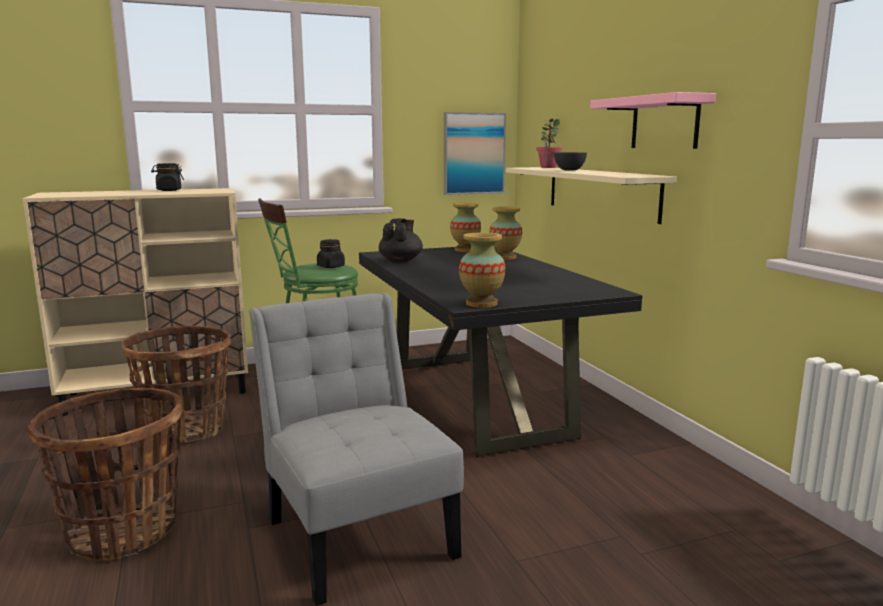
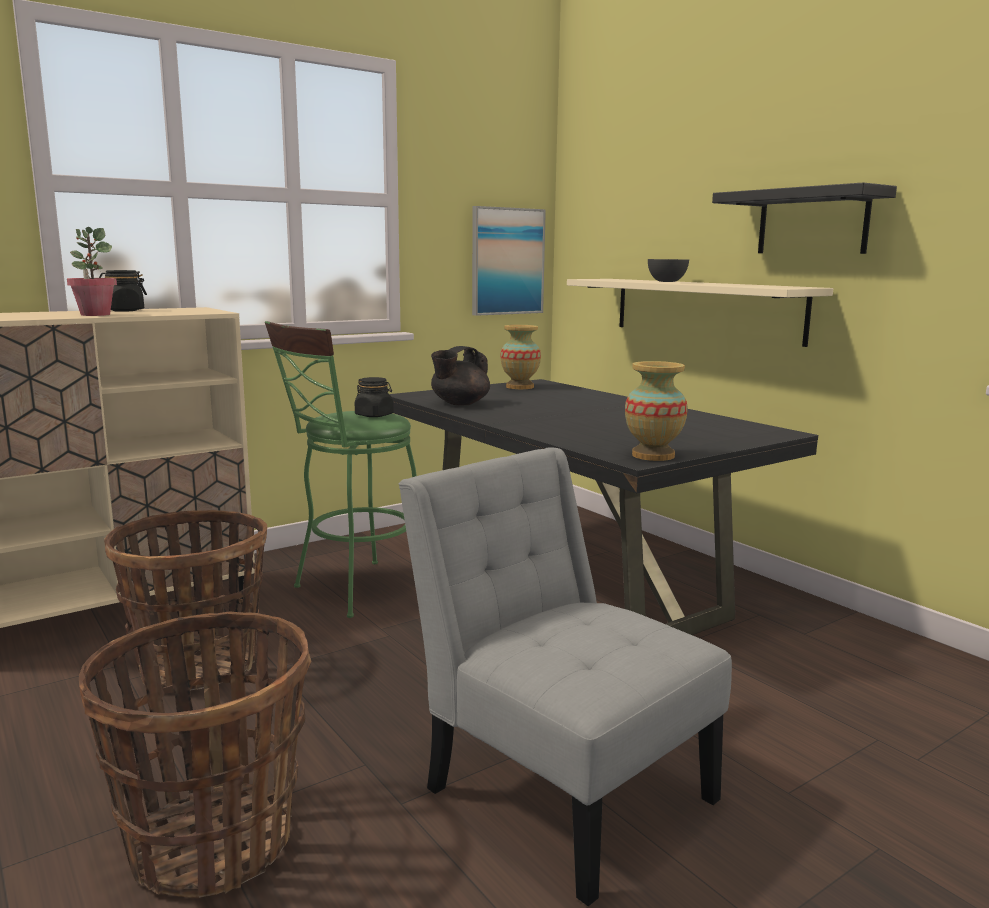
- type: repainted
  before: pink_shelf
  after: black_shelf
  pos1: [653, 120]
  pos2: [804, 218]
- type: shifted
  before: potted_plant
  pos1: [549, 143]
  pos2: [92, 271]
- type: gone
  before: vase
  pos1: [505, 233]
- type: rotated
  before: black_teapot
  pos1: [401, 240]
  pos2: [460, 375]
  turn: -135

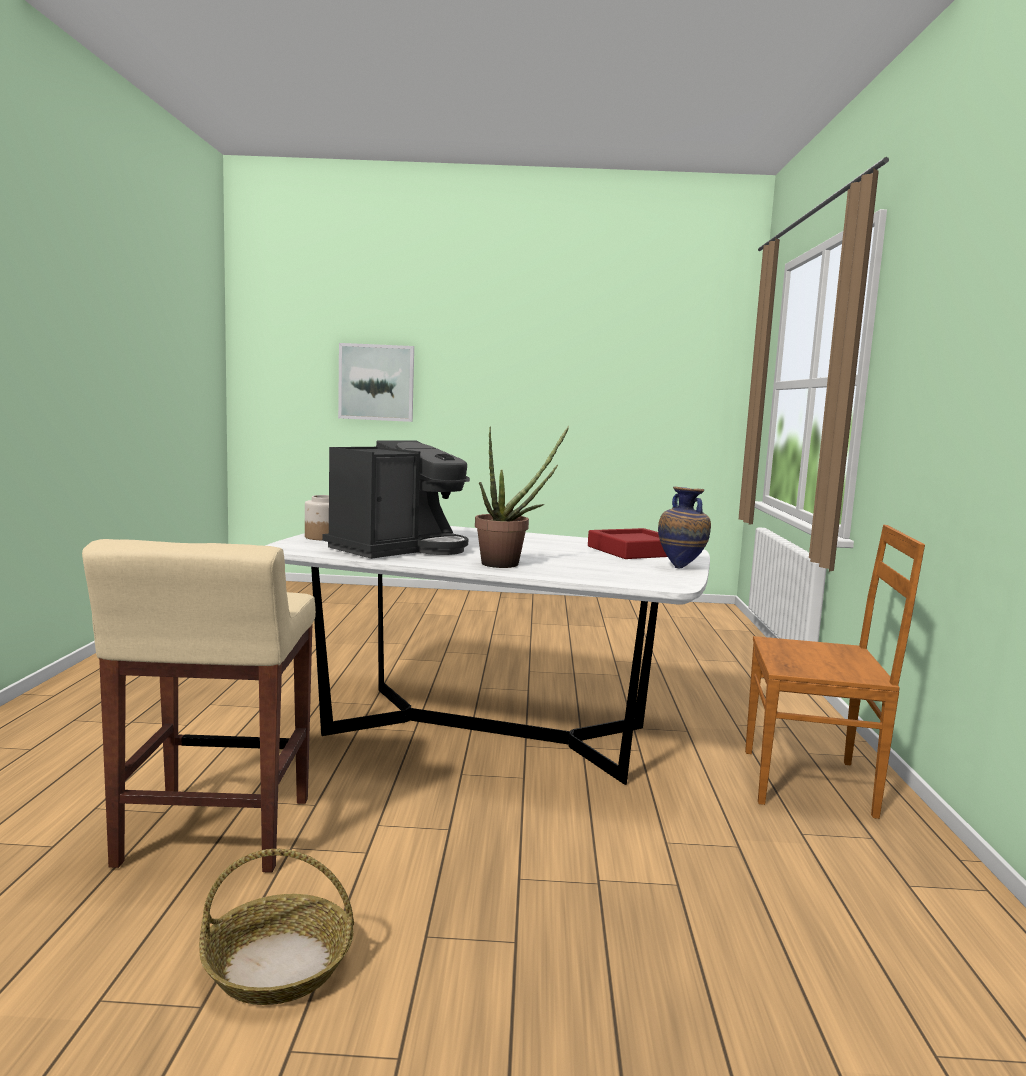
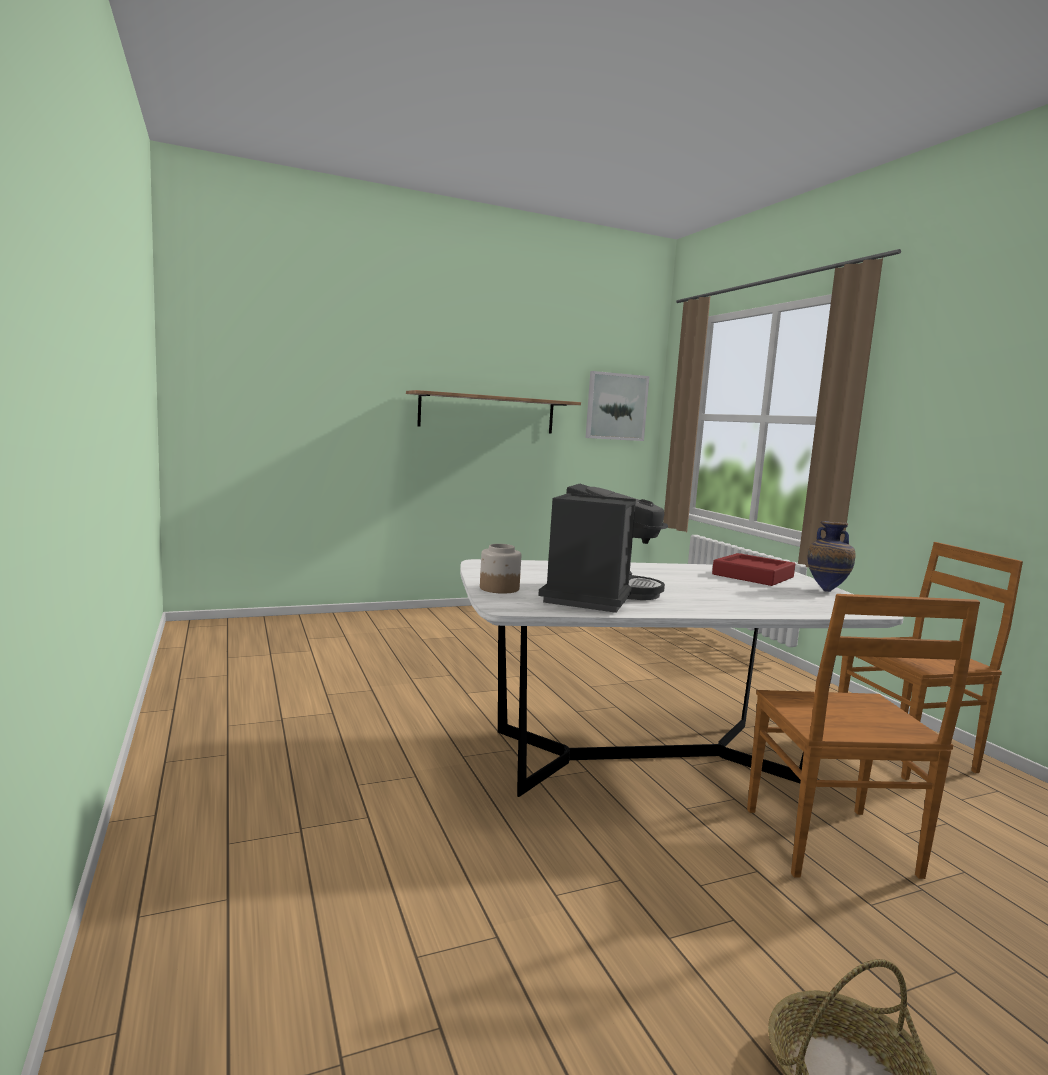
- type: shifted
  before: picture
  pos1: [376, 382]
  pos2: [617, 406]
- type: gone
  before: potted_plant
  pos1: [522, 497]
- type: gone
  before: beige_stool
  pos1: [199, 706]
- type: new
  after: shelf
  pos2: [493, 412]
- type: new
  after: brown_chair
  pos2: [863, 736]

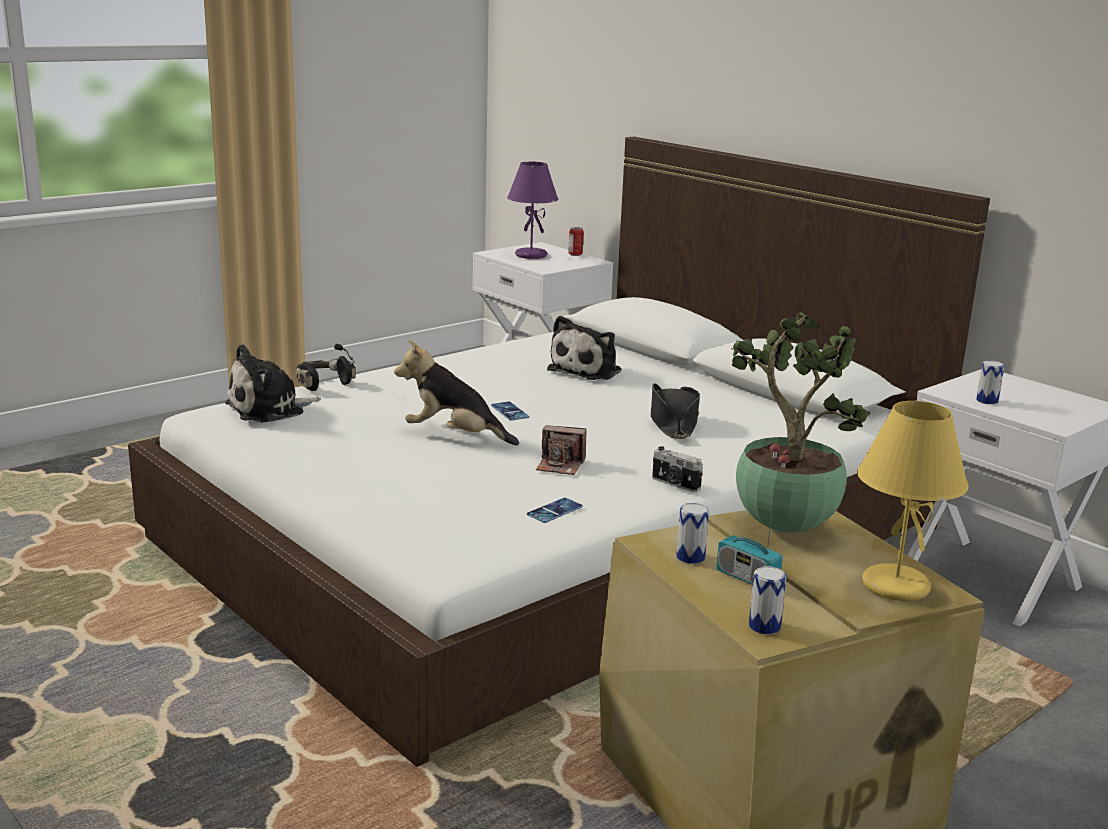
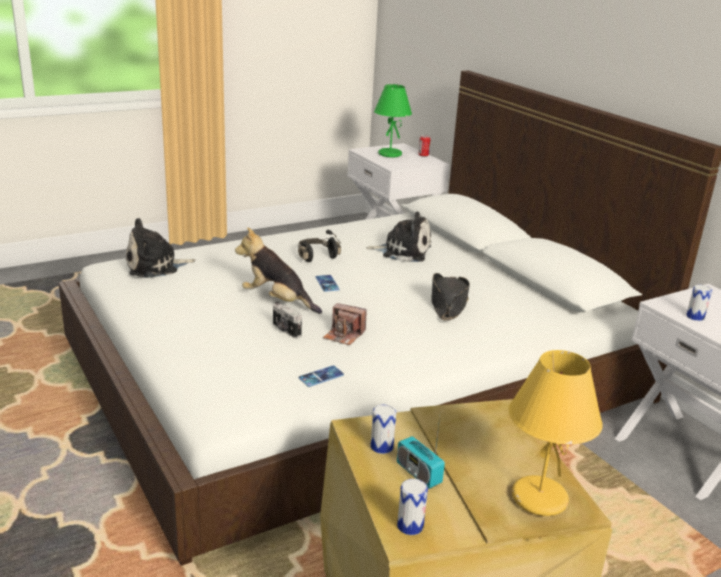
- type: repainted
  before: purple_table_lamp
  after: green_table_lamp
  pos1: [532, 210]
  pos2: [393, 120]
- type: gone
  before: potted_plant
  pos1: [800, 422]
- type: rotated
  before: plush_toy
  pos1: [584, 348]
  pos2: [398, 236]
  turn: -120
- type: shifted
  before: black_headphones
  pos1: [326, 367]
  pos2: [319, 246]
- type: shifted
  before: photo_camera
  pos1: [677, 469]
  pos2: [287, 320]

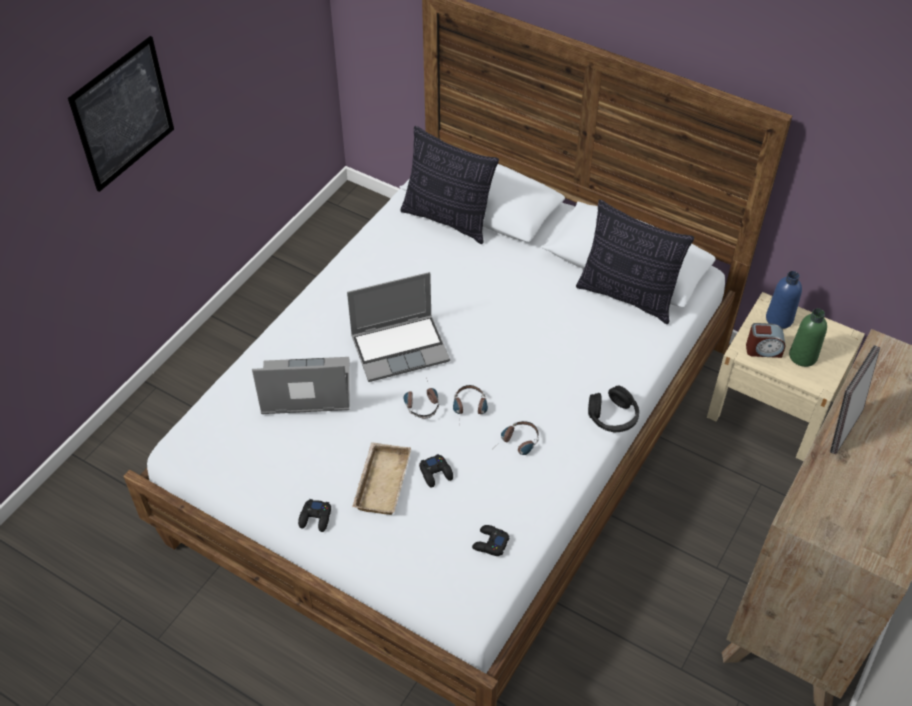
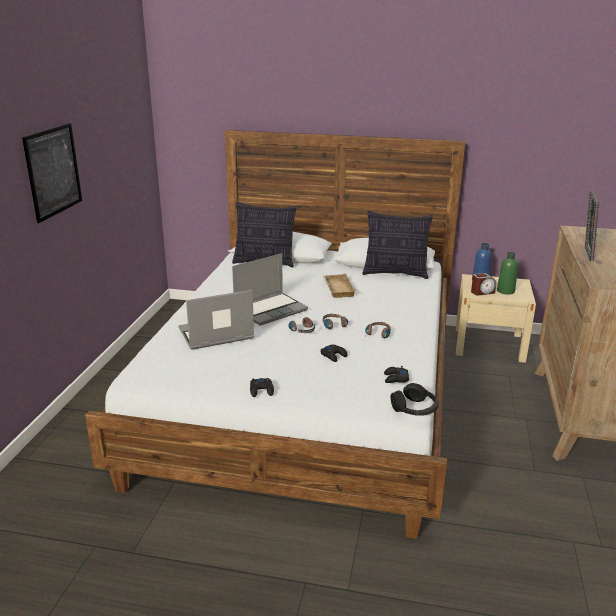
- type: shifted
  before: black_headphones
  pos1: [613, 409]
  pos2: [415, 399]
- type: shifted
  before: beige_tray
  pos1: [381, 478]
  pos2: [340, 286]

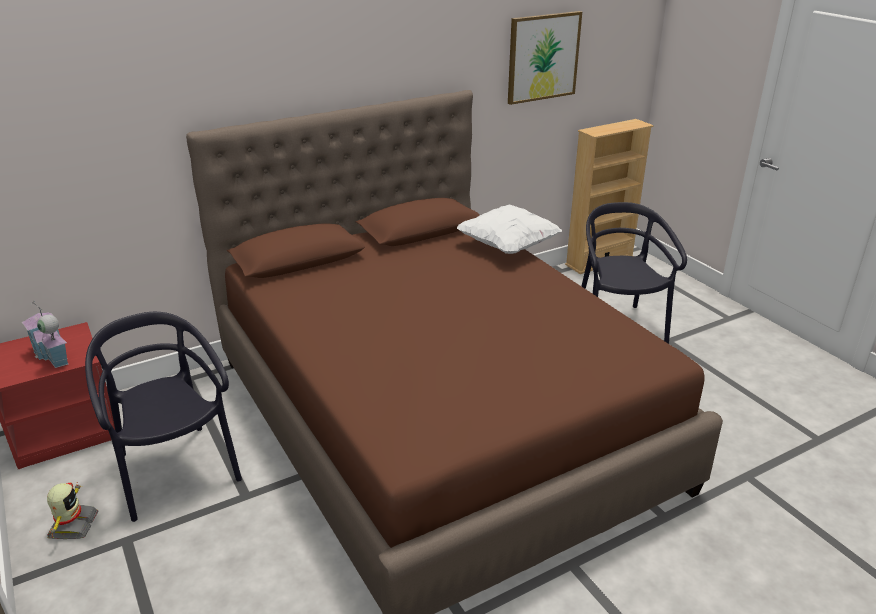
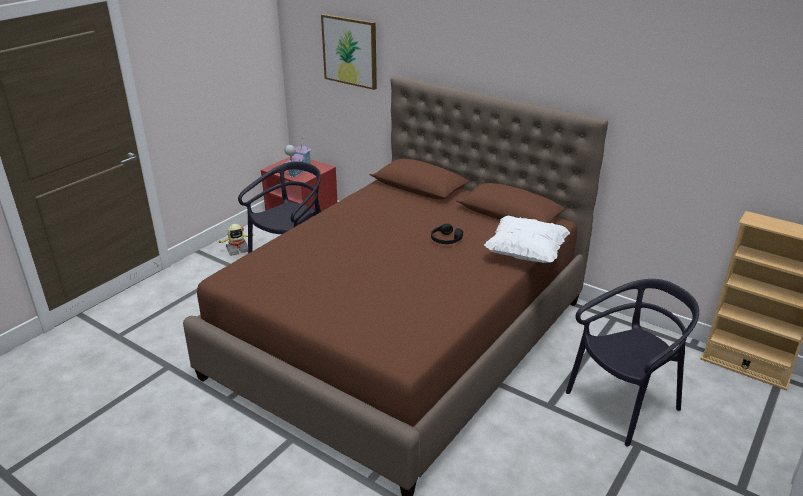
- type: shifted
  before: picture
  pos1: [545, 58]
  pos2: [349, 52]
- type: new
  after: black_headphones
  pos2: [447, 234]

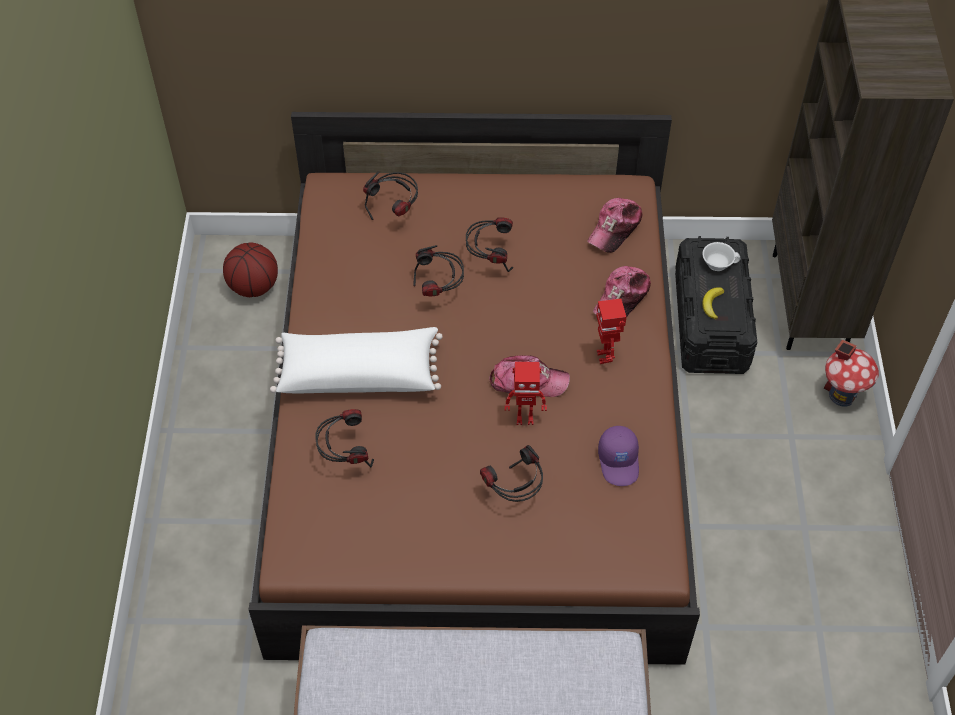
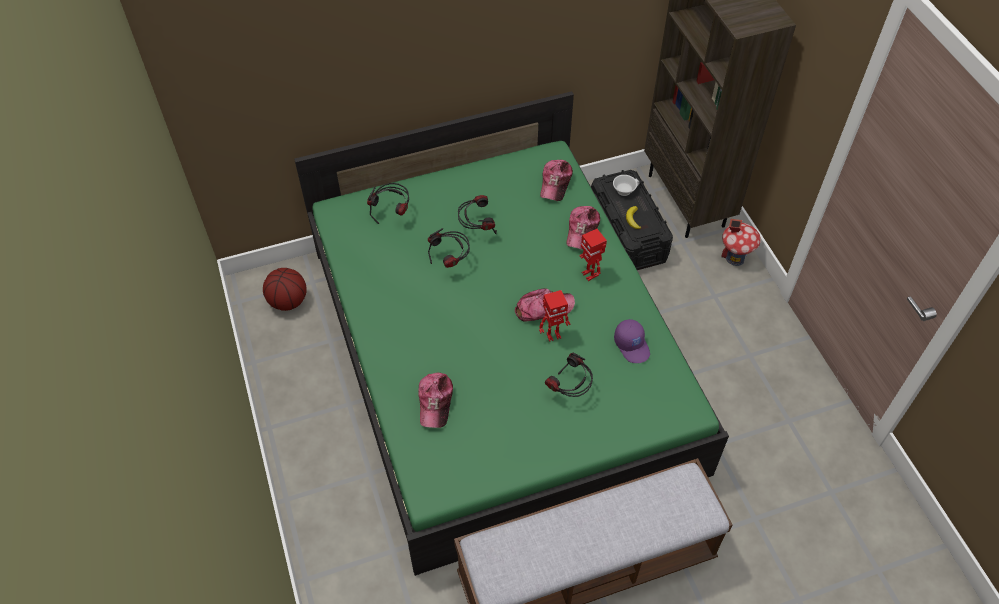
- type: repainted
  before: brown_bed
  after: green_bed
  pos1: [474, 388]
  pos2: [511, 333]
- type: gone
  before: white_pillow
  pos1: [356, 360]
- type: swapped
  before: headphones
  after: cap
  pos1: [344, 438]
  pos2: [435, 400]

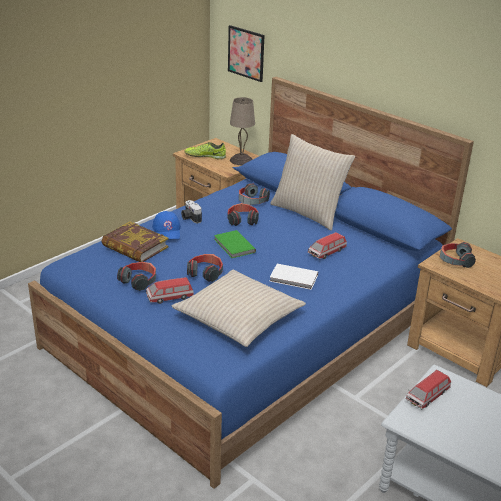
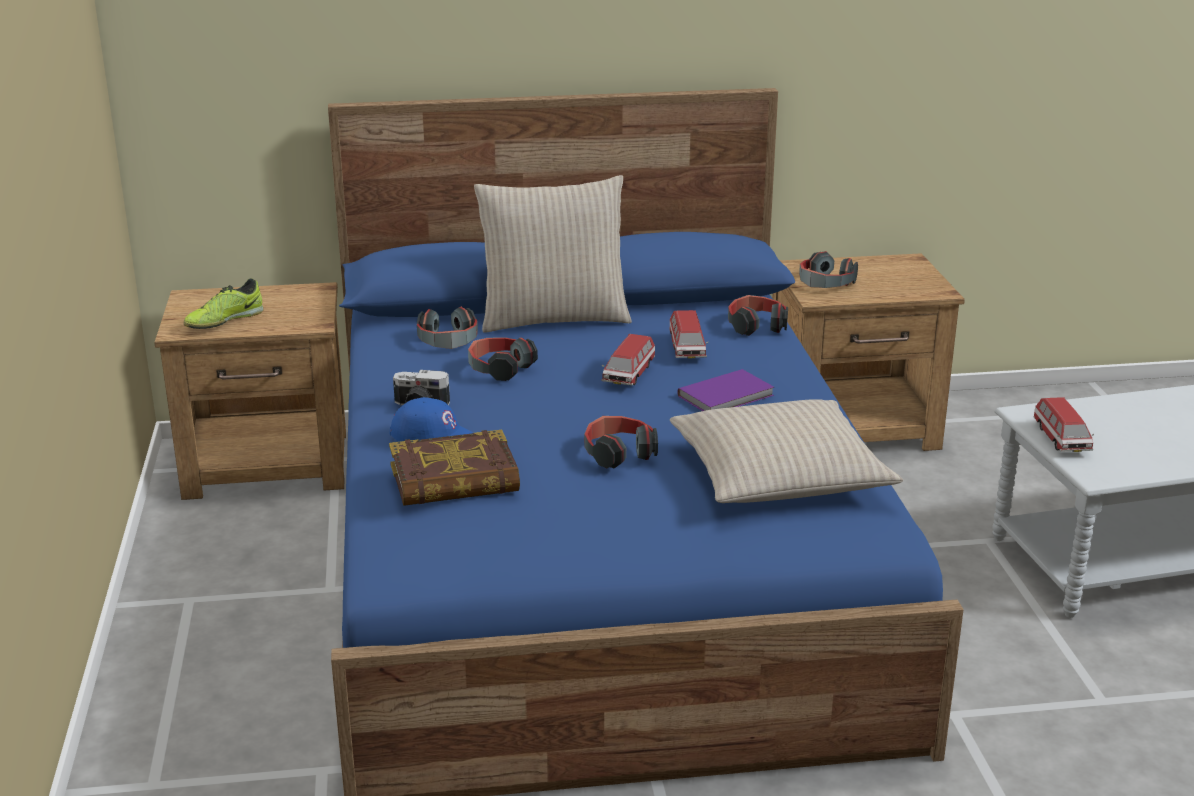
- type: gone
  before: picture
  pos1: [246, 53]
- type: gone
  before: beige_table_lamp
  pos1: [242, 131]
- type: gone
  before: green_book
  pos1: [235, 244]
- type: shifted
  before: headphones
  pos1: [136, 276]
  pos2: [758, 315]
- type: repainted
  before: white_book
  after: purple_book
  pos1: [294, 277]
  pos2: [725, 390]
- type: shifted
  before: toy_car
  pos1: [170, 290]
  pos2: [628, 360]

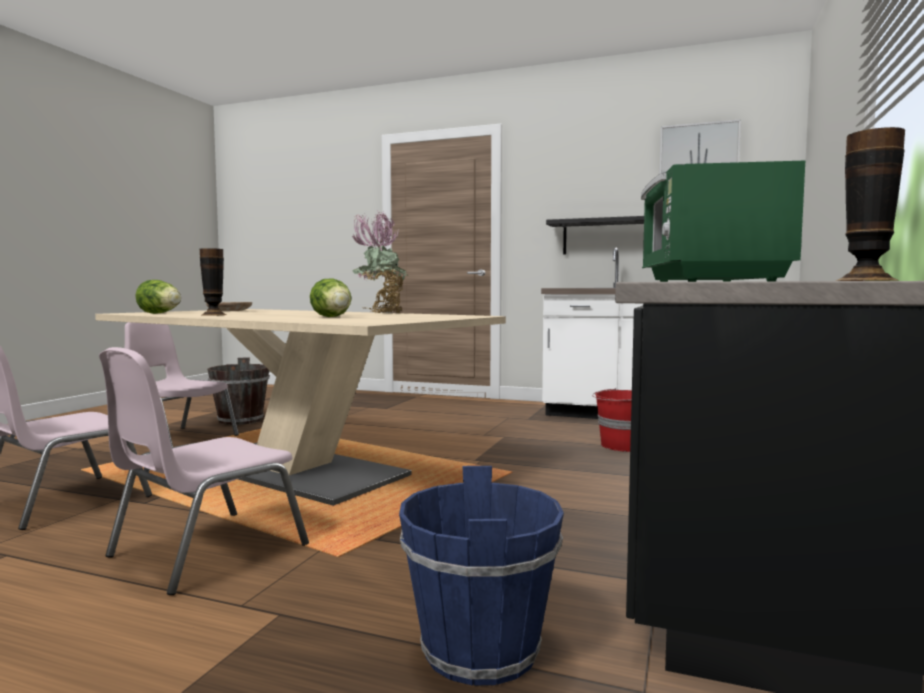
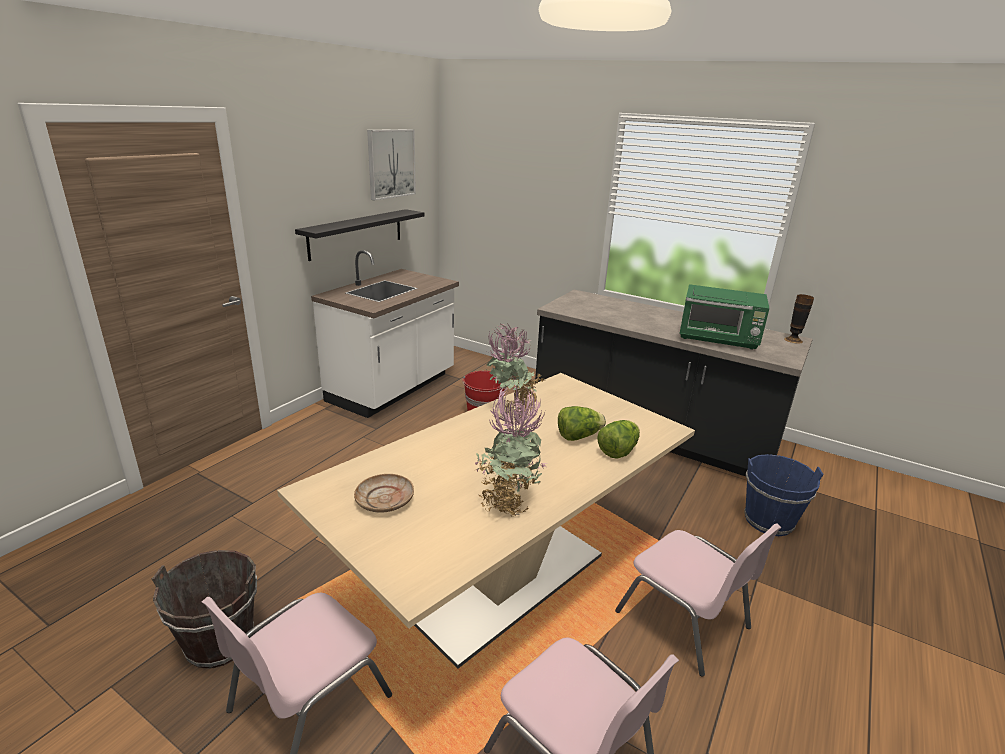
- type: swapped
  before: vase
  after: potted_plant
  pos1: [213, 282]
  pos2: [510, 451]
- type: shifted
  before: lettuce
  pos1: [158, 297]
  pos2: [618, 439]

